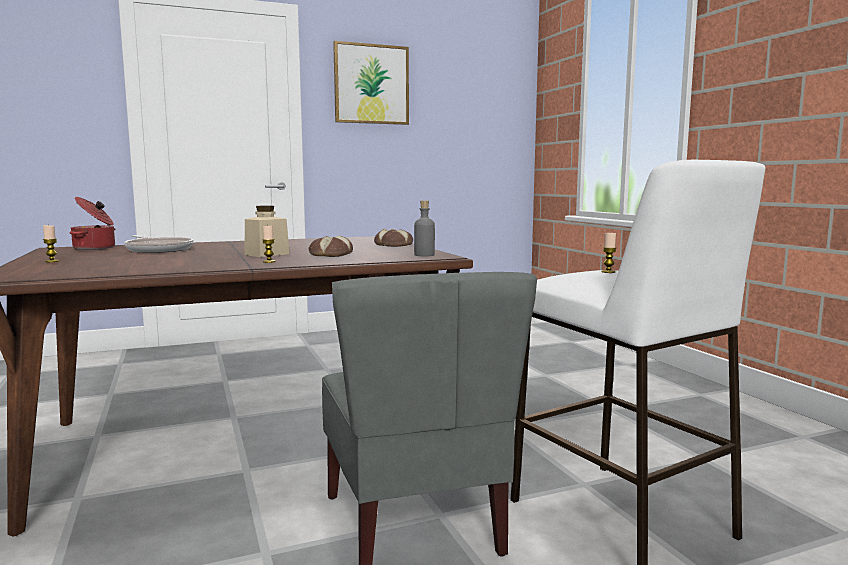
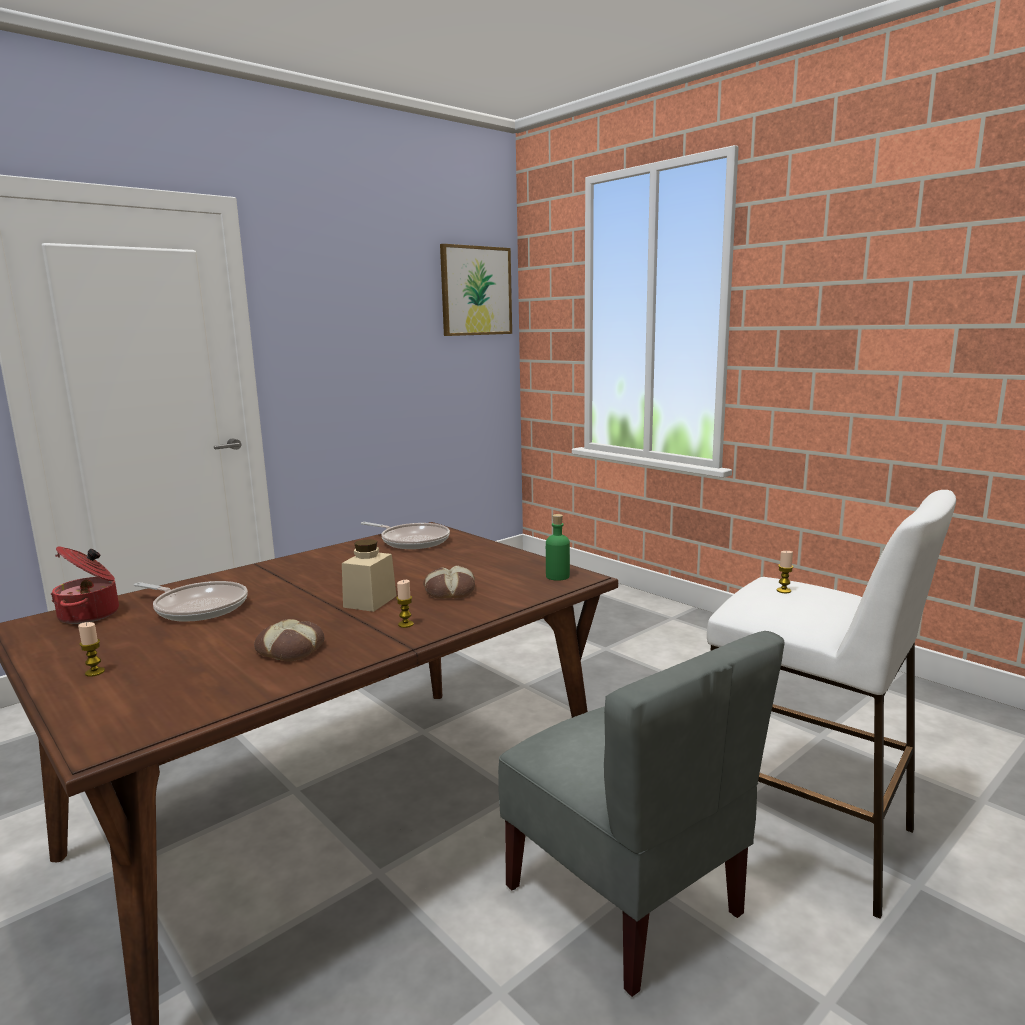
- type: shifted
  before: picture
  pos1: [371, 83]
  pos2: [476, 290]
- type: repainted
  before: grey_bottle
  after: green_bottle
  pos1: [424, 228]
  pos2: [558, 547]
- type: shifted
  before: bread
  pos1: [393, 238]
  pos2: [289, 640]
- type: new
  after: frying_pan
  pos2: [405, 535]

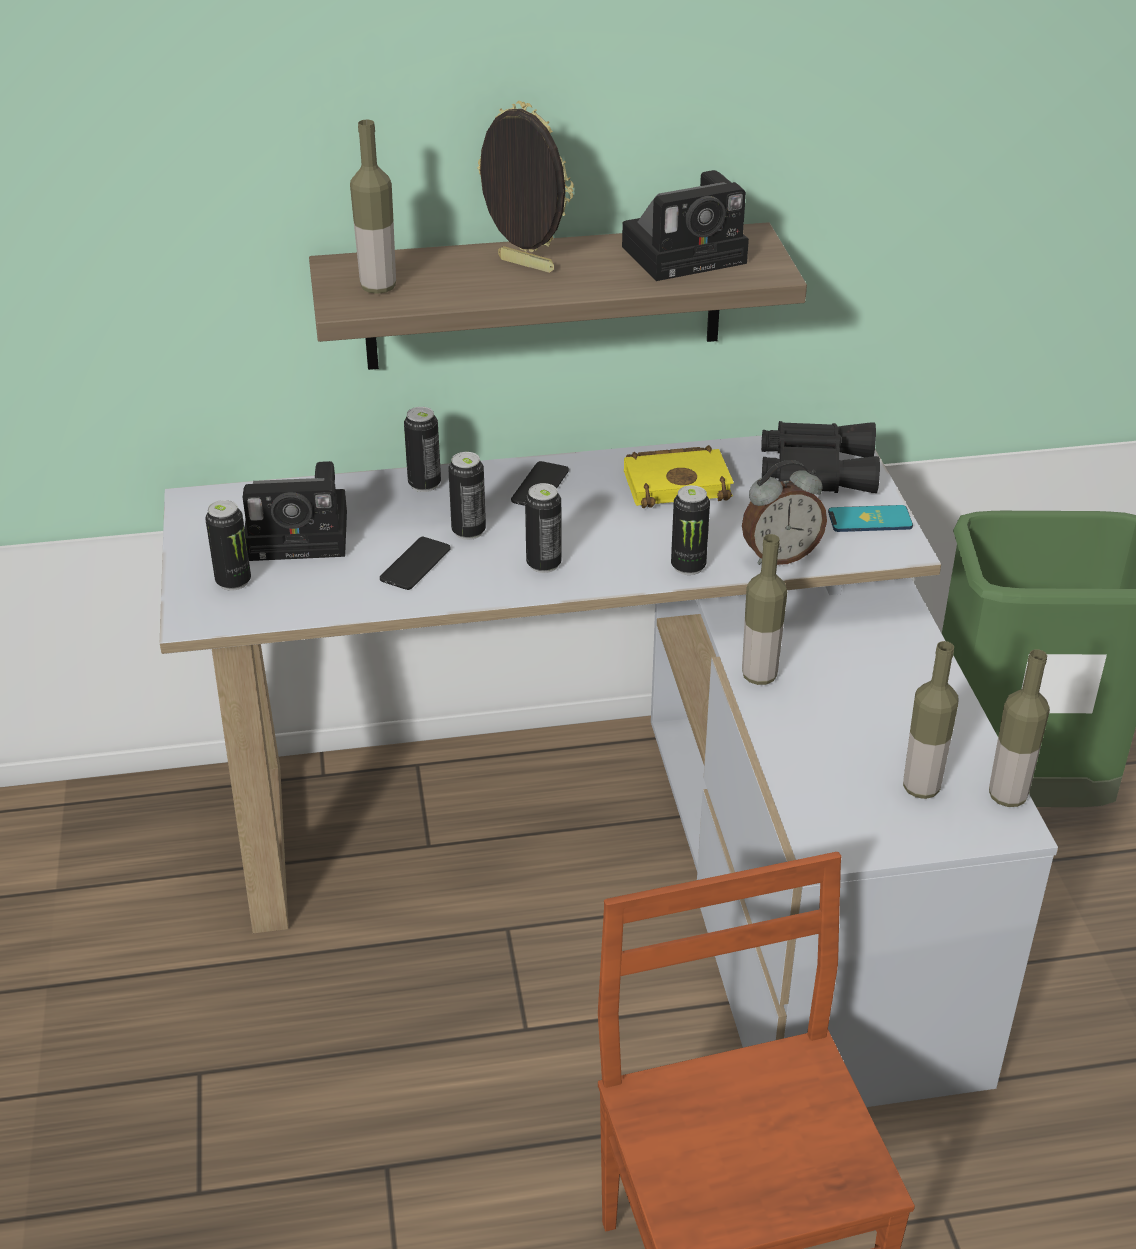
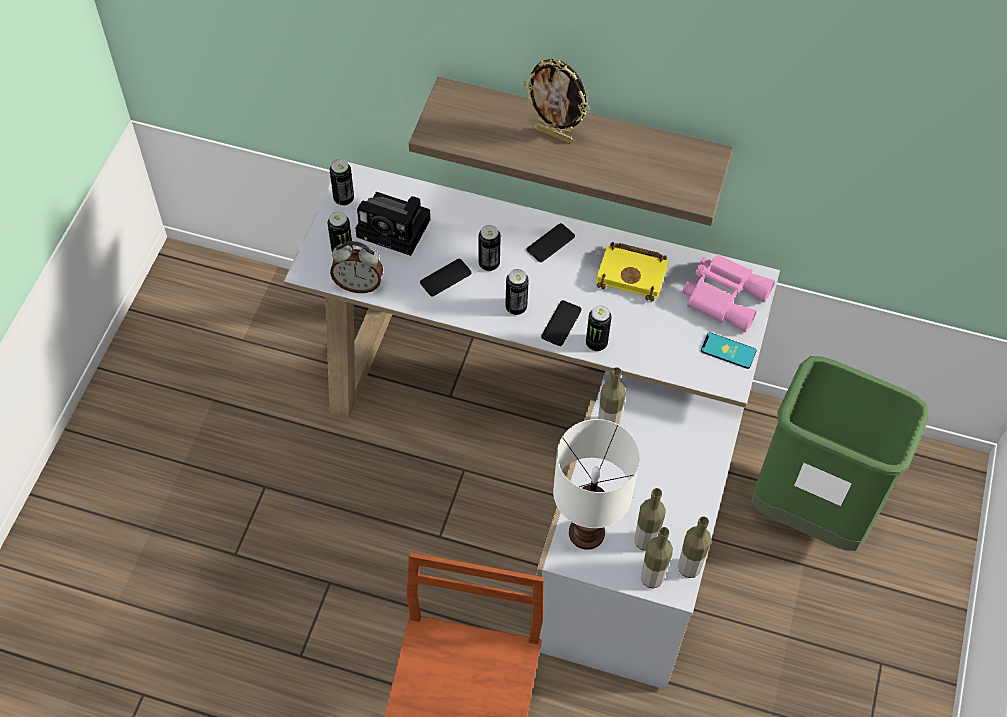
- type: rotated
  before: picture_frame
  pos1: [525, 187]
  pos2: [556, 101]
  turn: 150
- type: shifted
  before: bottle
  pos1: [373, 206]
  pos2: [657, 558]
- type: gone
  before: photo_camera
  pos1: [685, 225]
- type: shifted
  before: can
  pos1: [422, 449]
  pos2: [342, 182]
- type: repainted
  before: black_binoculars
  after: pink_binoculars
  pos1: [820, 457]
  pos2: [728, 293]
- type: shifted
  before: alarm_clock
  pos1: [784, 512]
  pos2: [356, 267]
- type: new
  after: phone
  pos2: [561, 323]
- type: new
  after: white_table_lamp
  pos2: [596, 484]

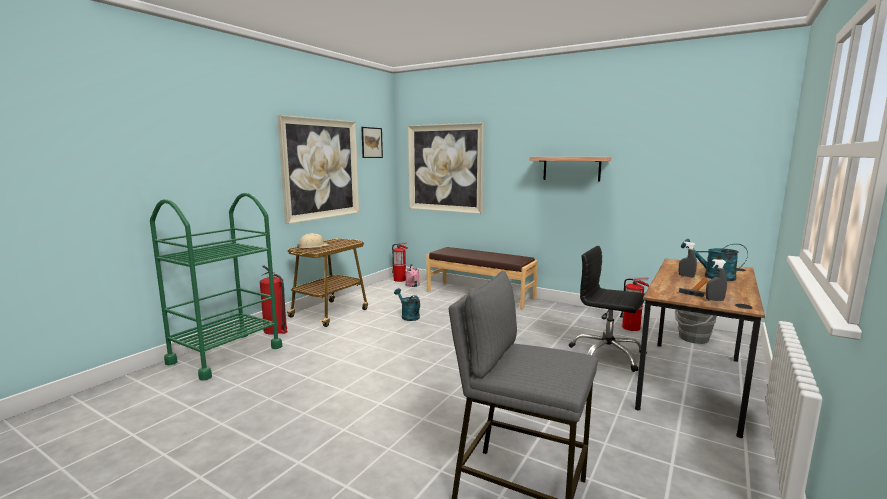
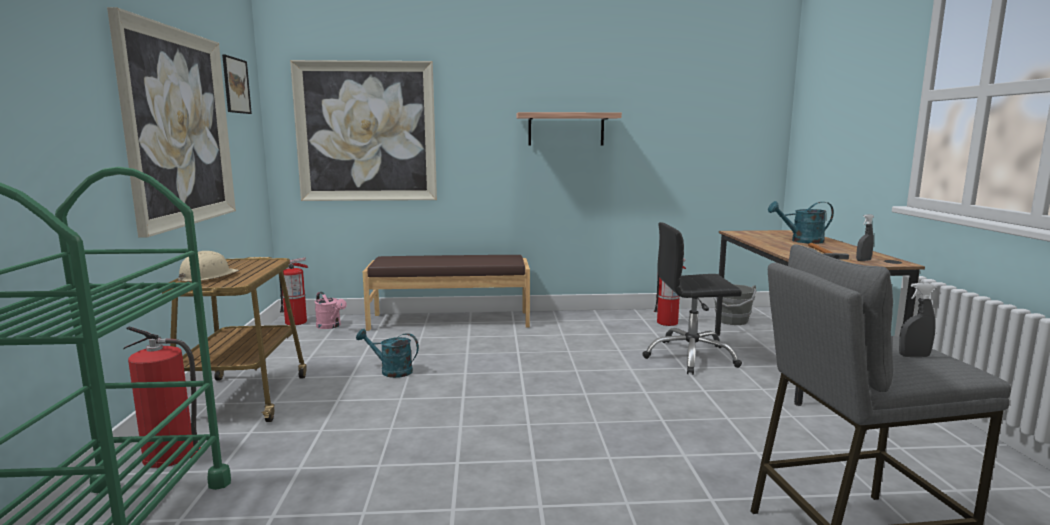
- type: shifted
  before: grey_spray_bottle
  pos1: [688, 259]
  pos2: [917, 320]

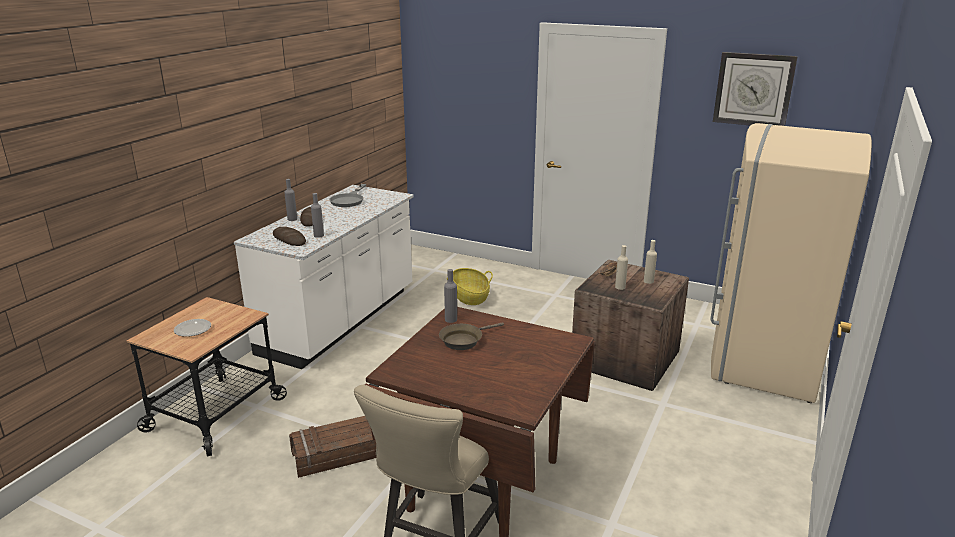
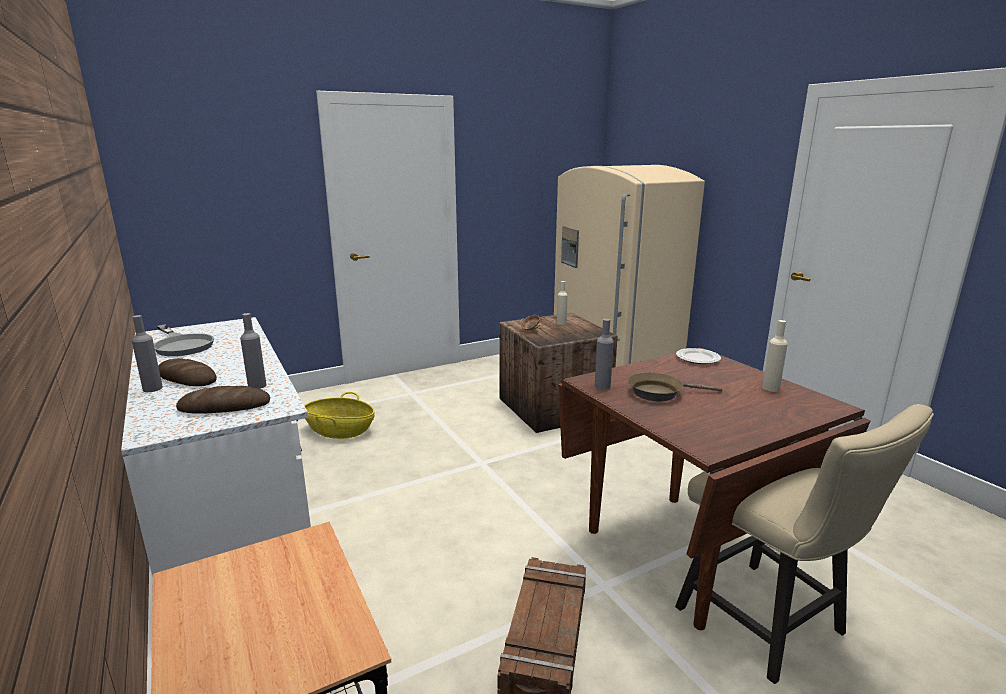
- type: gone
  before: wall_clock
  pos1: [755, 89]
- type: shifted
  before: beige_bottle
  pos1: [621, 267]
  pos2: [775, 356]
- type: shifted
  before: plate
  pos1: [192, 328]
  pos2: [698, 356]
- type: rotated
  before: brown_frying_pan
  pos1: [471, 336]
  pos2: [675, 386]
  turn: 90

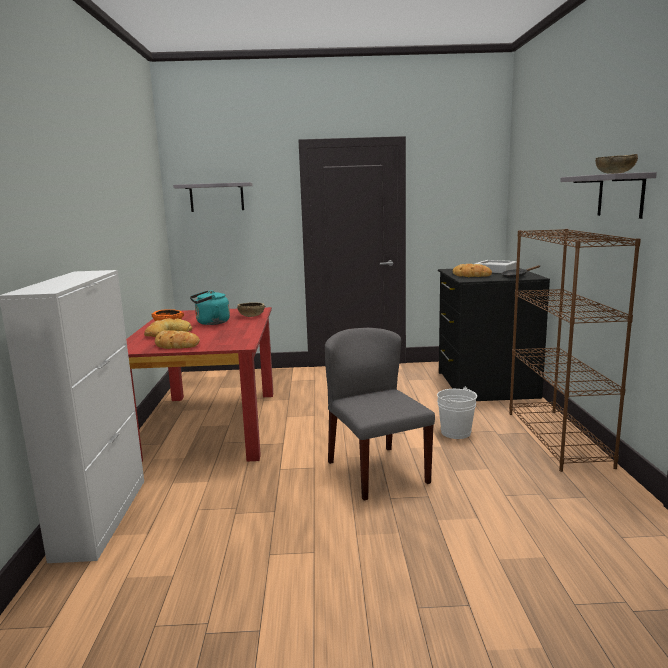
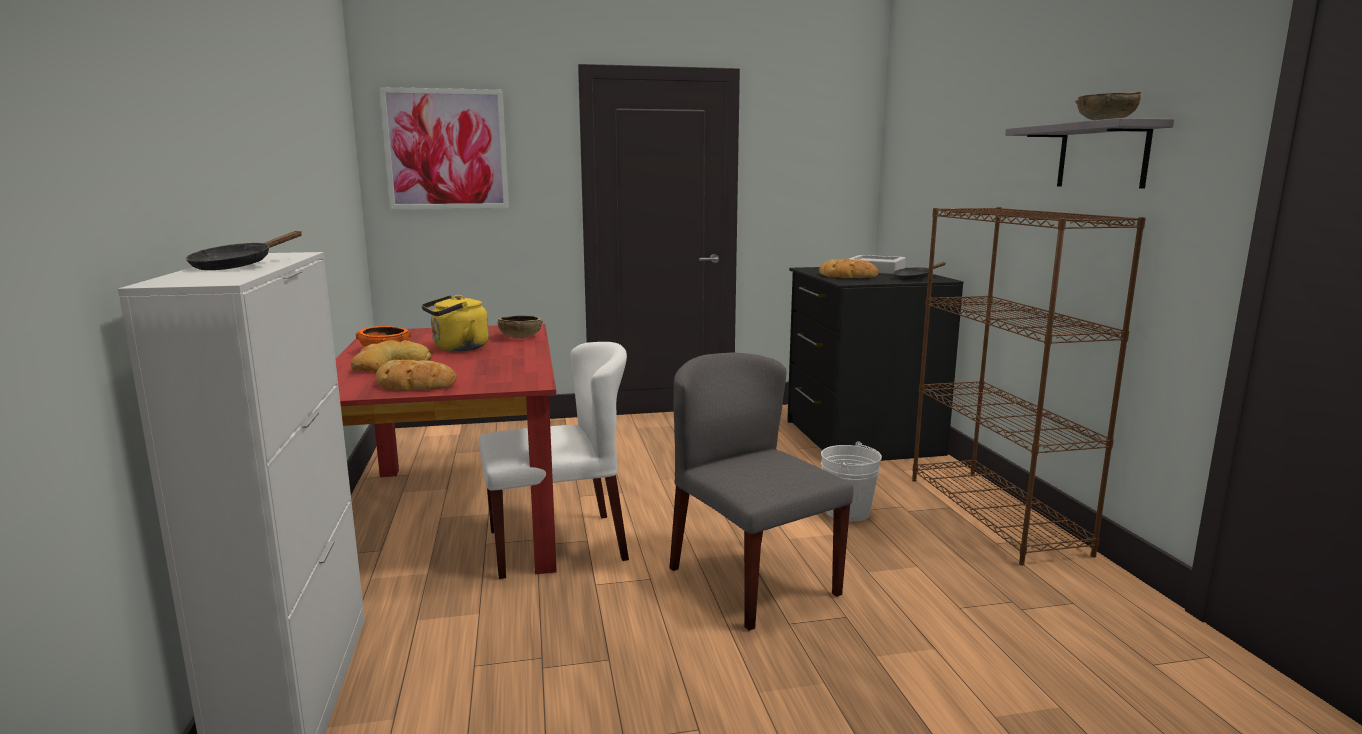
- type: swapped
  before: grey_shelf
  after: picture
  pos1: [213, 197]
  pos2: [444, 148]
- type: repainted
  before: turquoise_kettle
  after: yellow_kettle
  pos1: [210, 307]
  pos2: [455, 323]
- type: new
  after: black_frying_pan
  pos2: [243, 250]
- type: new
  after: white_chair
  pos2: [554, 460]

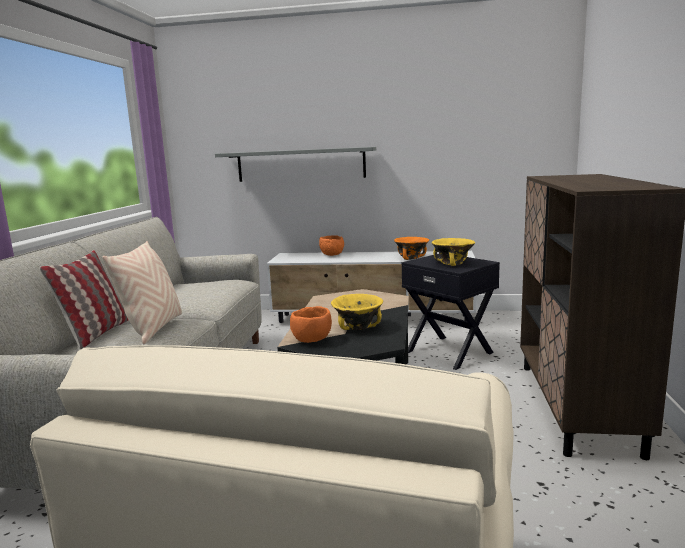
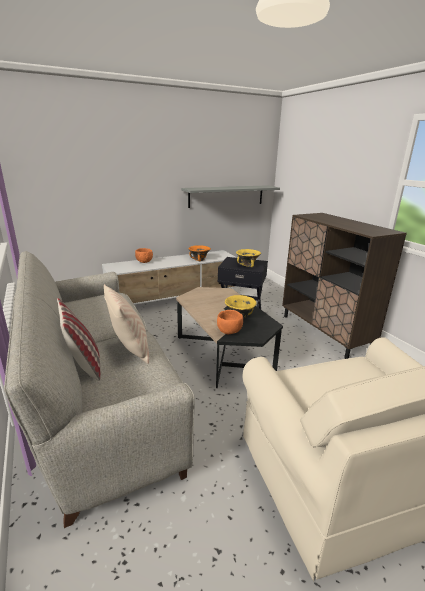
- type: shifted
  before: grey_shelf
  pos1: [295, 164]
  pos2: [230, 196]

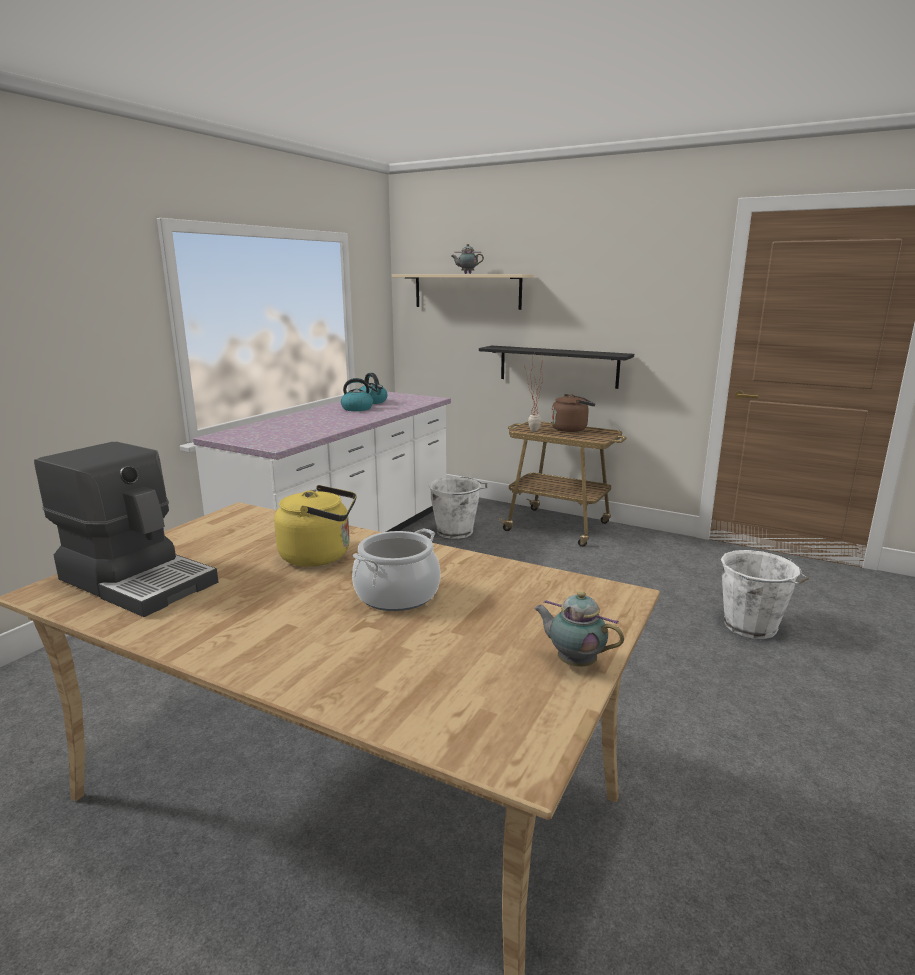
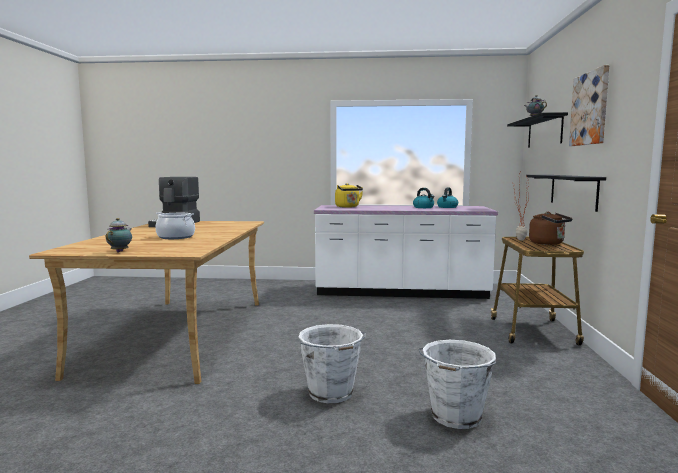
- type: repainted
  before: beige_shelf
  after: black_shelf
  pos1: [463, 292]
  pos2: [537, 130]
- type: shifted
  before: white_bucket
  pos1: [457, 508]
  pos2: [332, 363]
- type: shifted
  before: yellow_kettle
  pos1: [315, 526]
  pos2: [349, 195]
- type: new
  after: picture
  pos2: [589, 105]

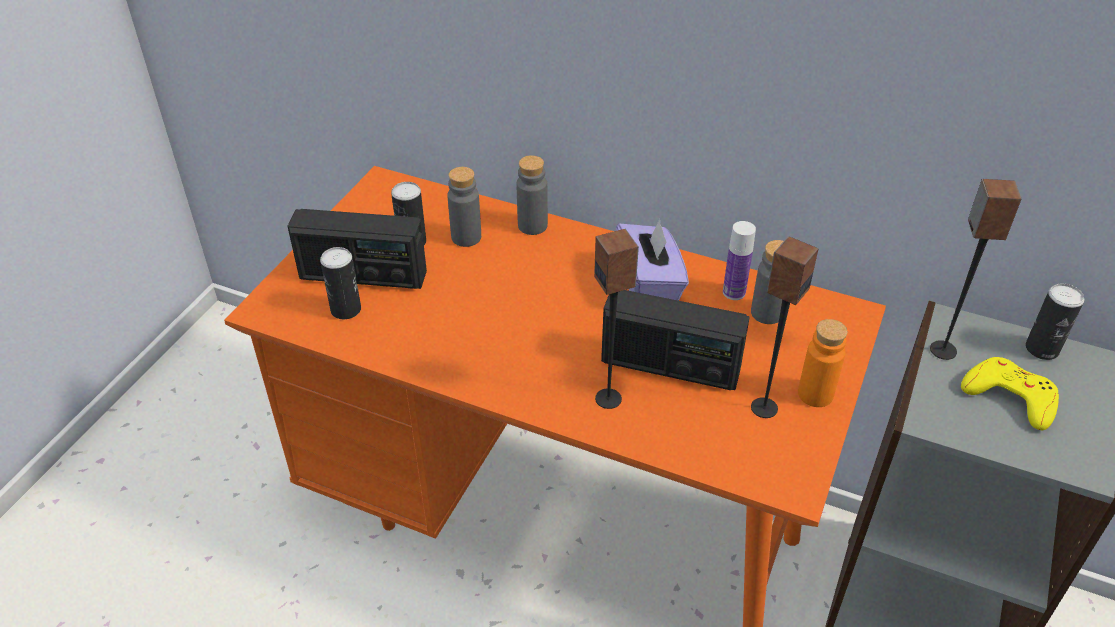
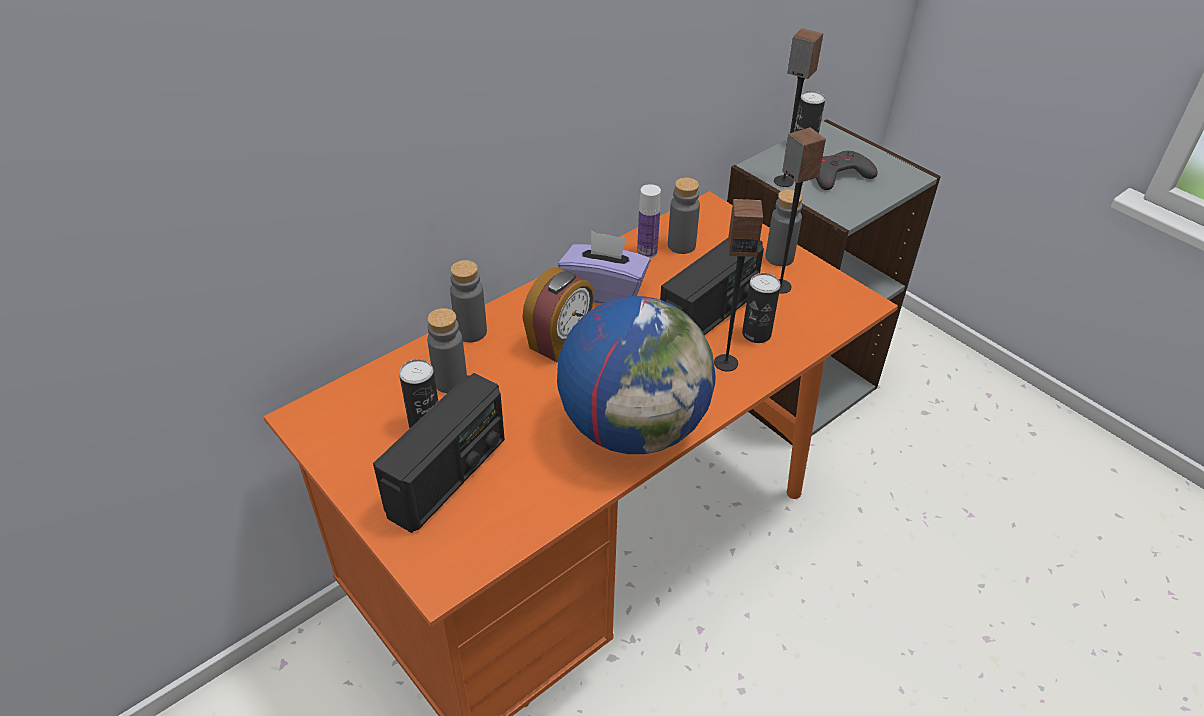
- type: shifted
  before: can
  pos1: [340, 283]
  pos2: [761, 308]
- type: repainted
  before: orange_bottle
  after: grey_bottle
  pos1: [822, 363]
  pos2: [784, 227]
- type: repainted
  before: yellow_game_controller
  after: grey_game_controller
  pos1: [1010, 393]
  pos2: [847, 170]
- type: new
  after: alarm_clock
  pos2: [558, 314]
- type: new
  after: globe
  pos2: [636, 375]

